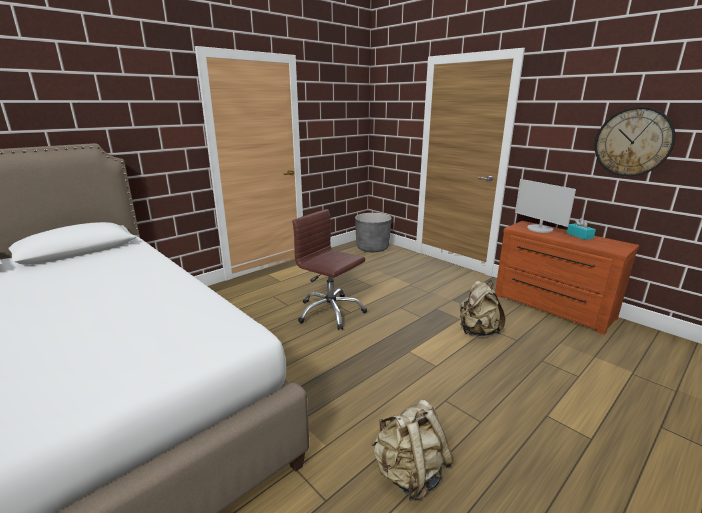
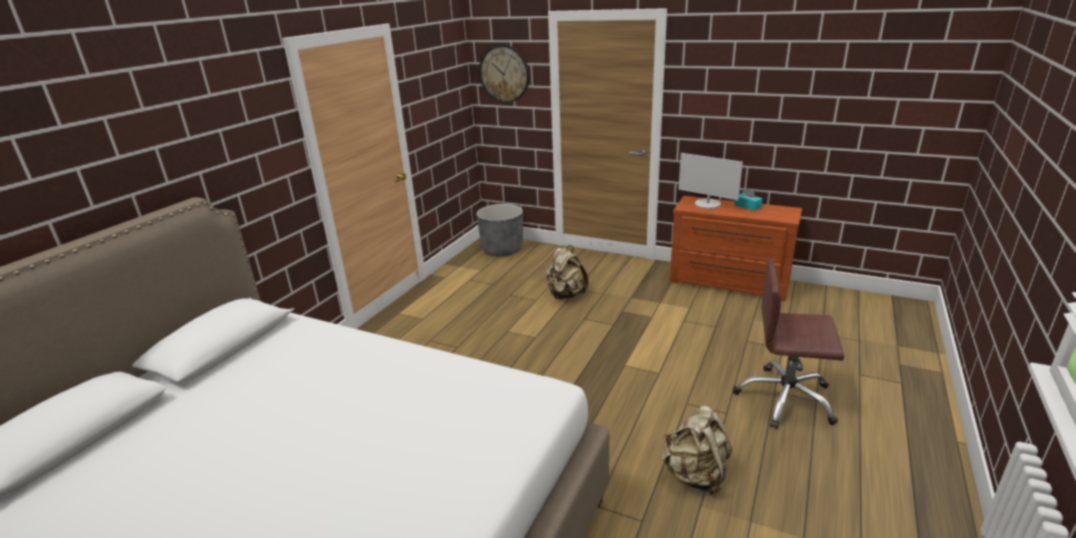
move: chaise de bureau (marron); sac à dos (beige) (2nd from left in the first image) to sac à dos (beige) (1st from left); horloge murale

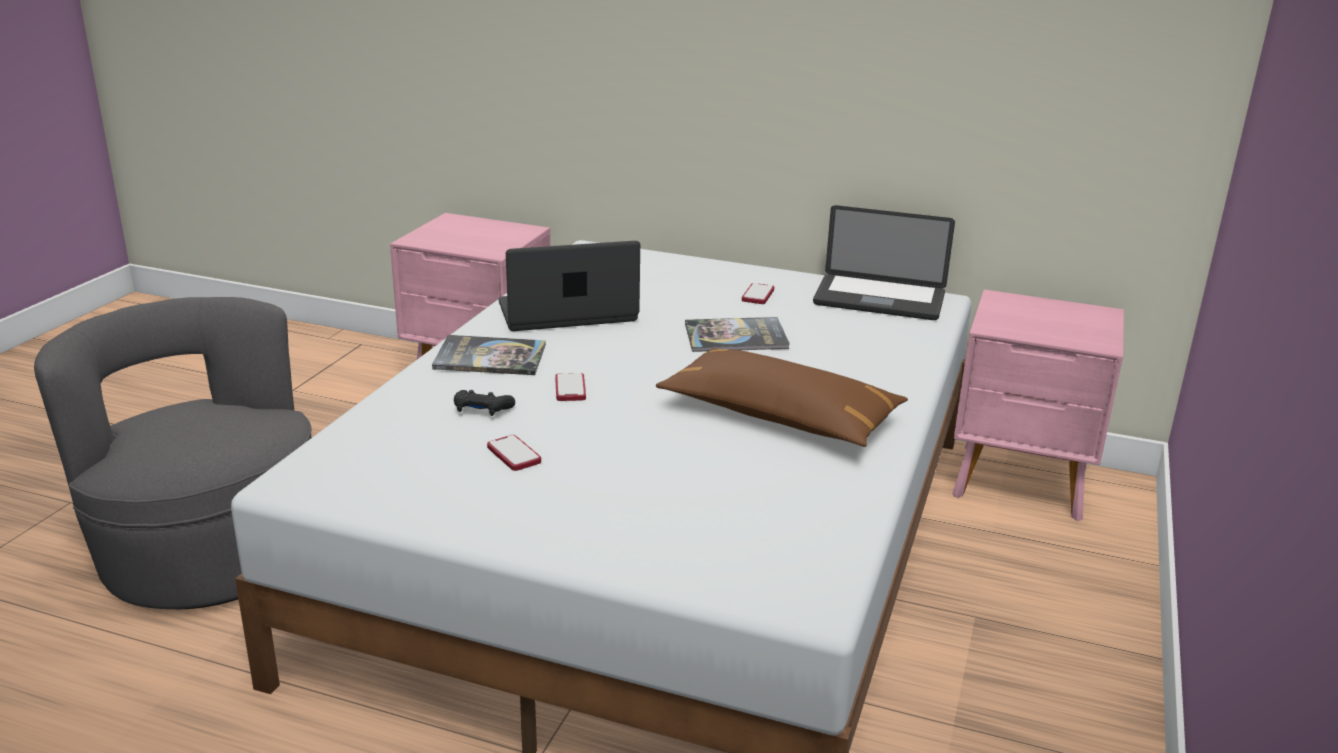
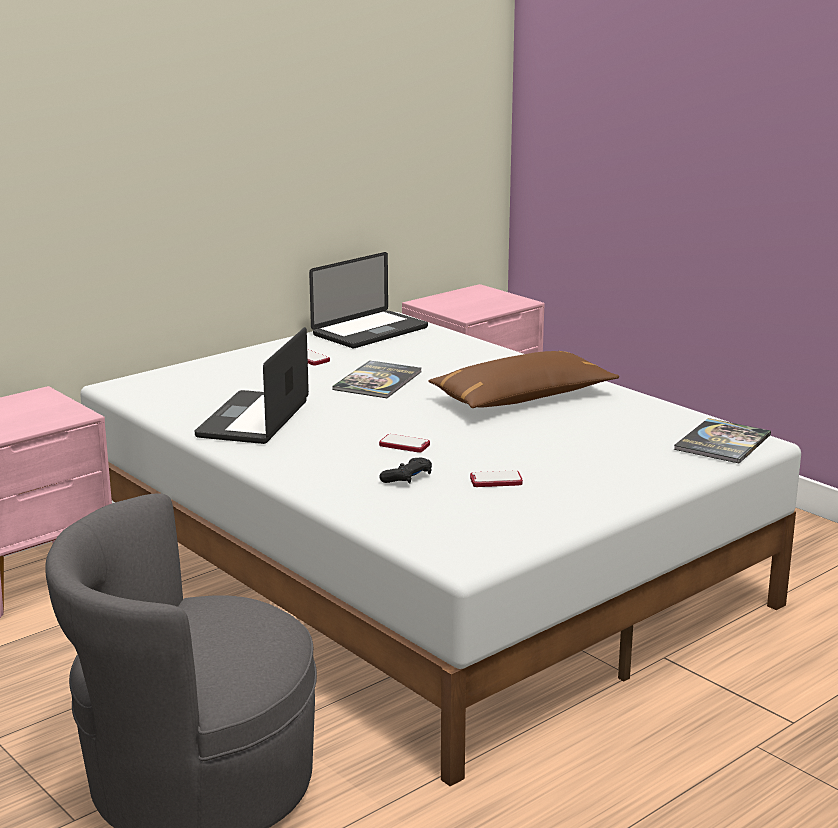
move: livre (1st from left in the first image) to livre (2nd from left)

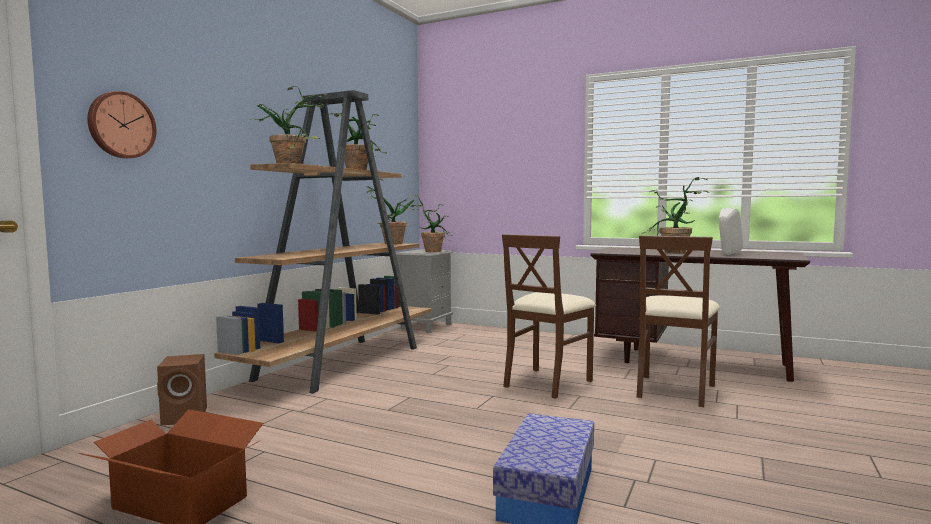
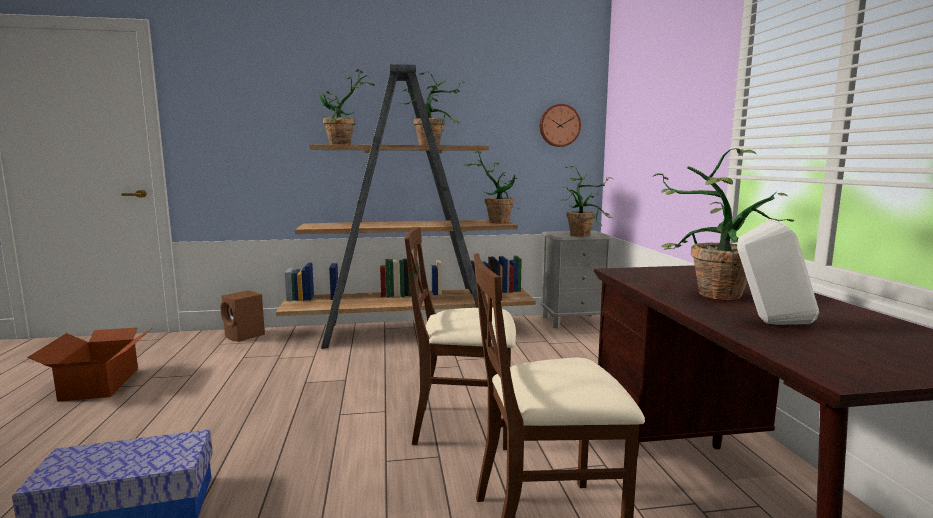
move: horloge murale

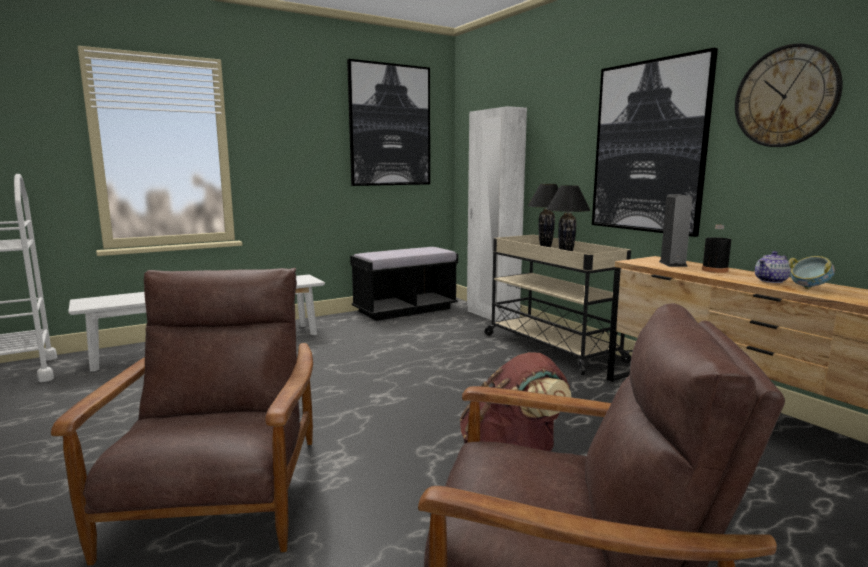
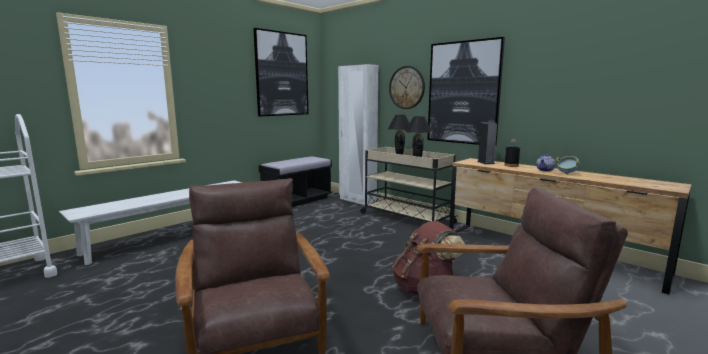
move: horloge murale

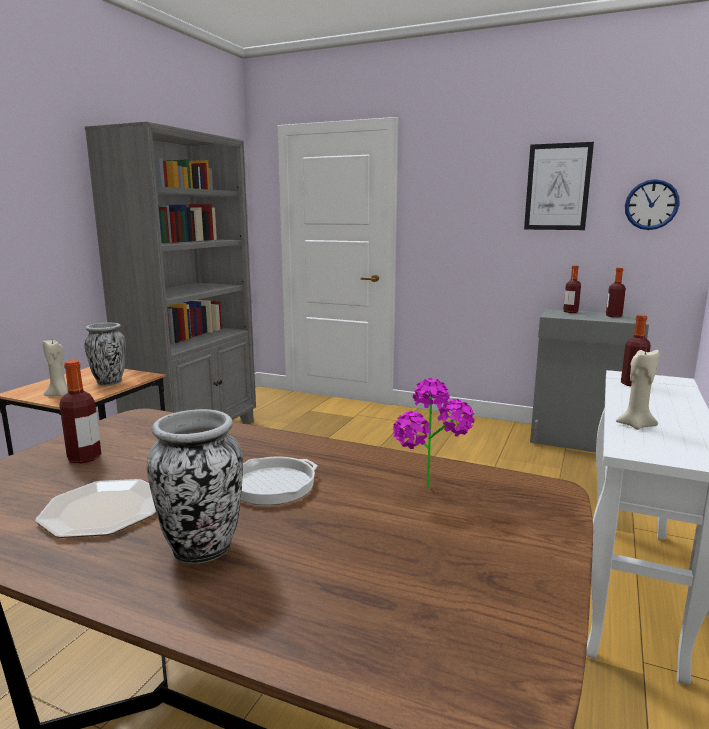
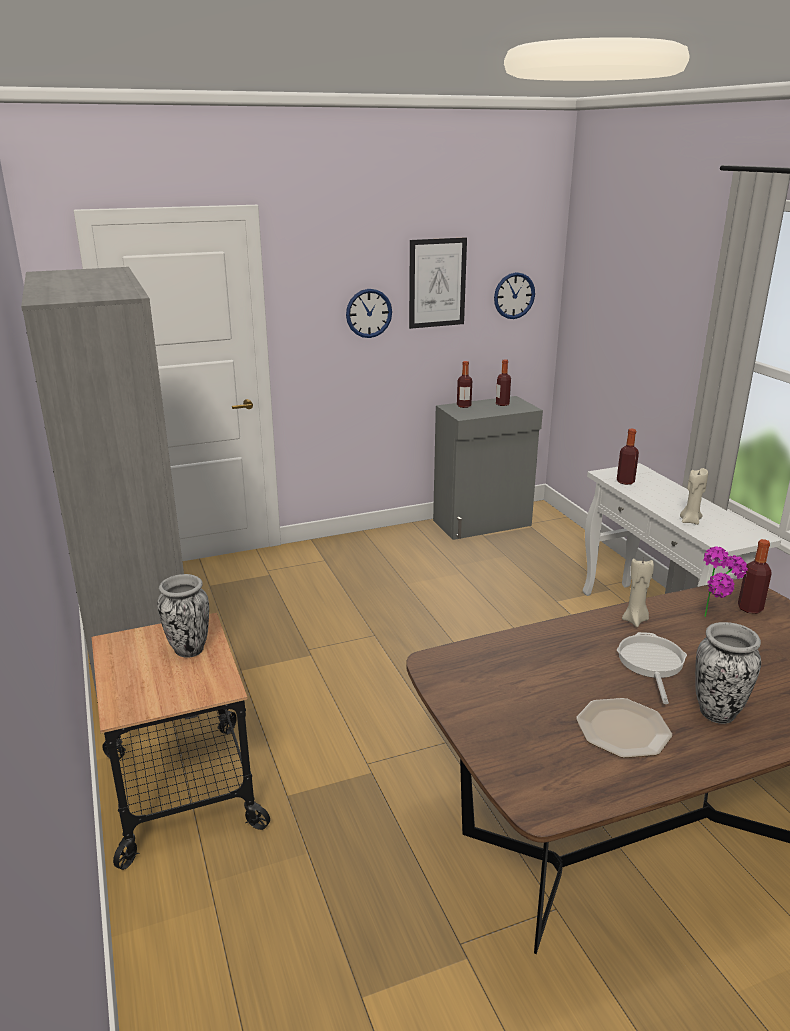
insert: horloge murale (1st from left)
move: bougie (beige) (1st from left); bouteille (1st from left in the first image) to bouteille (4th from left)

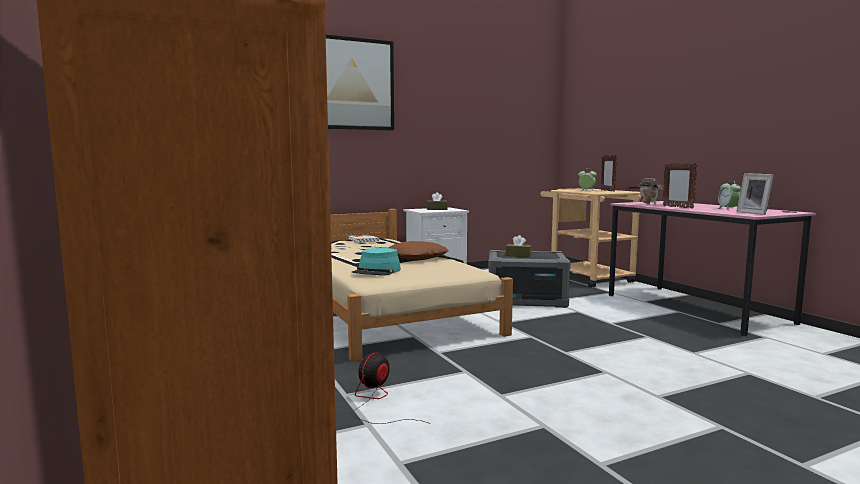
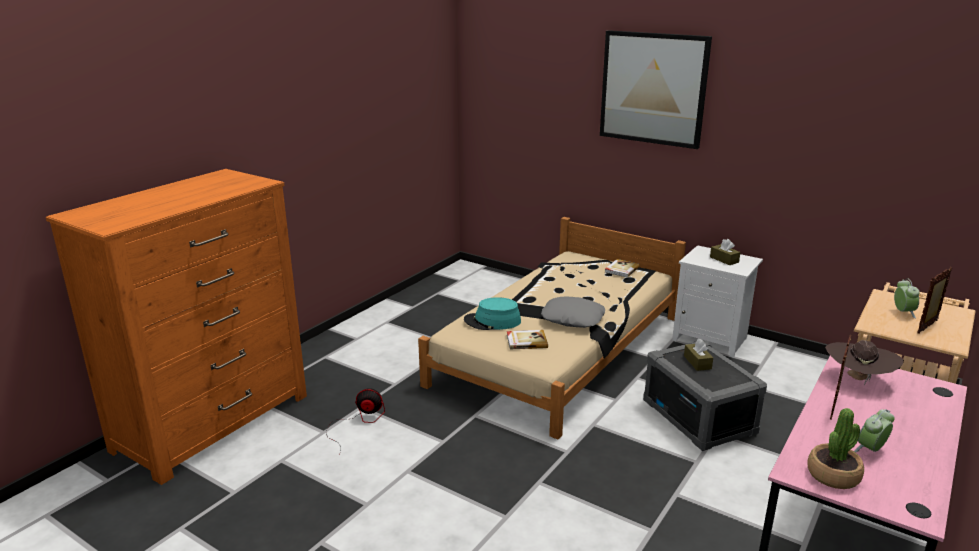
insert: livre (1st from left)
replace: cadre photo (3rd from left) to plante en pot
recolor: coussin (marron) to coussin (gris)

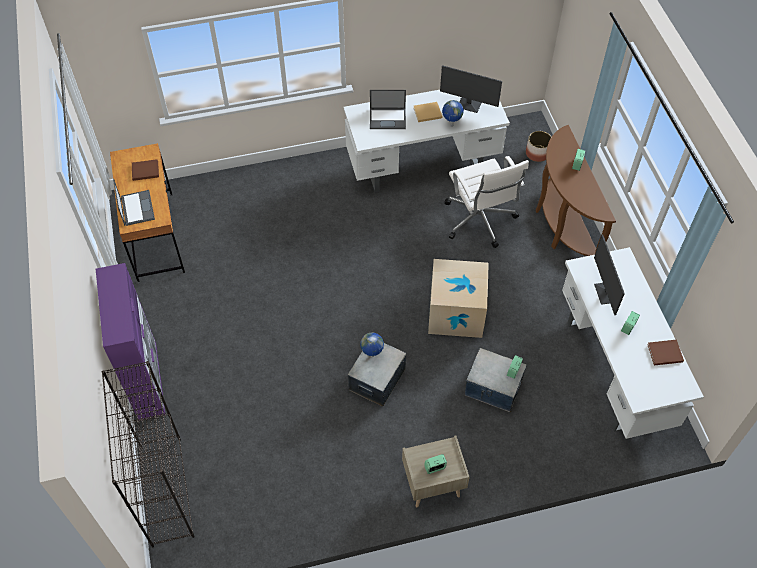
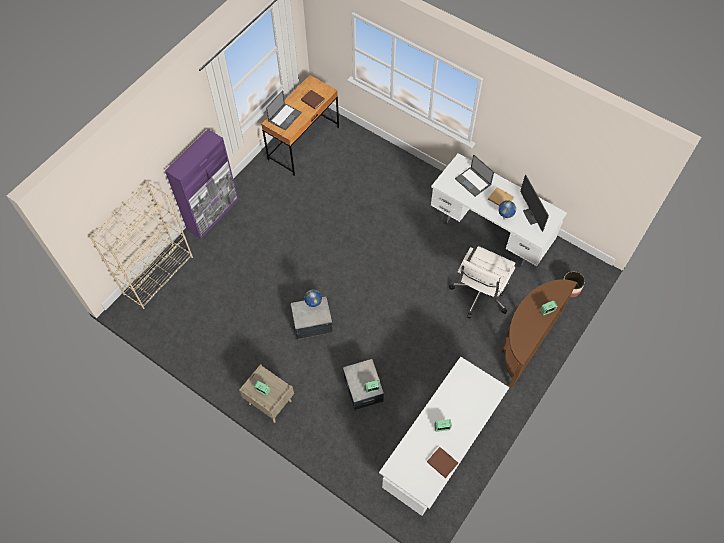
delete: carton; écran d'ordinateur (2nd from left)
recolor: bibliothèque (noir) to bibliothèque (beige)

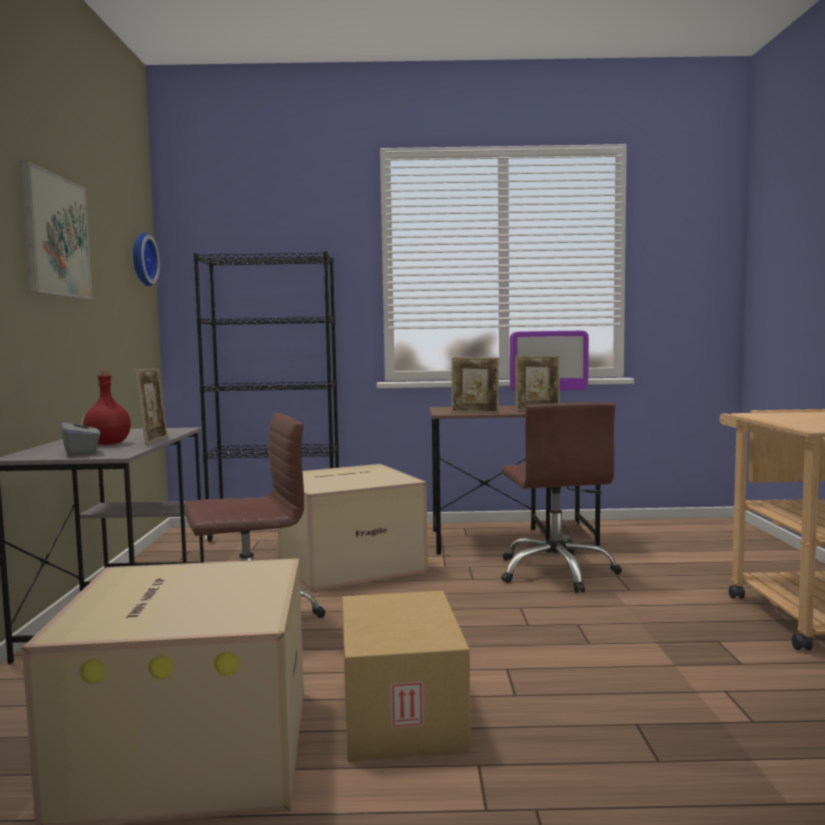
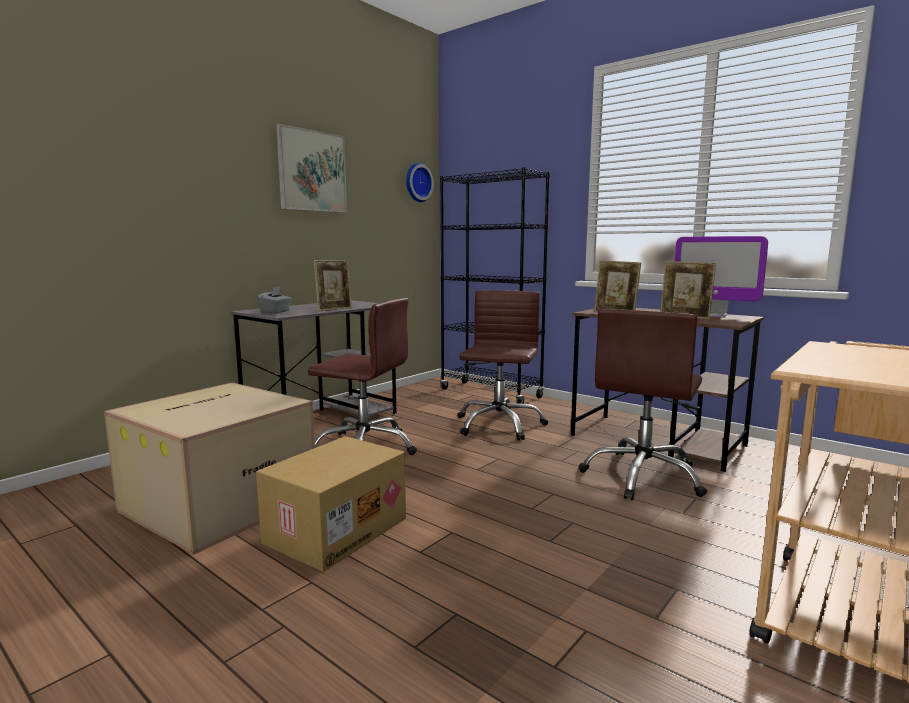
delete: bouteille (rouge)
replace: carton (2nd from left) to chaise de bureau (marron) (2nd from left)

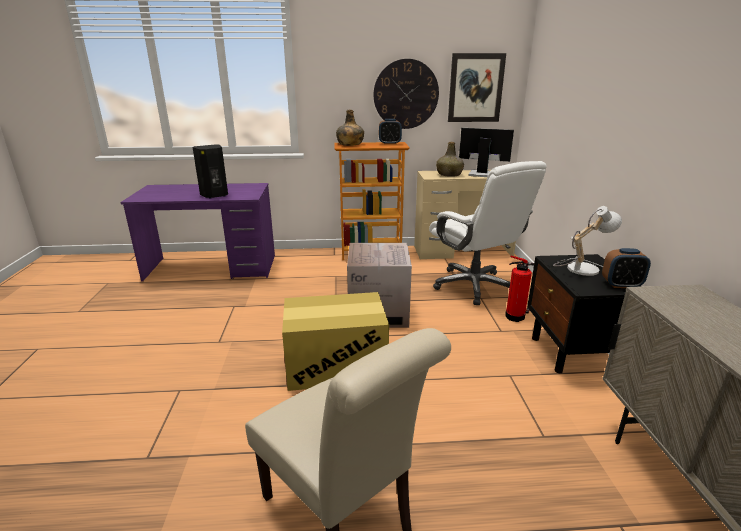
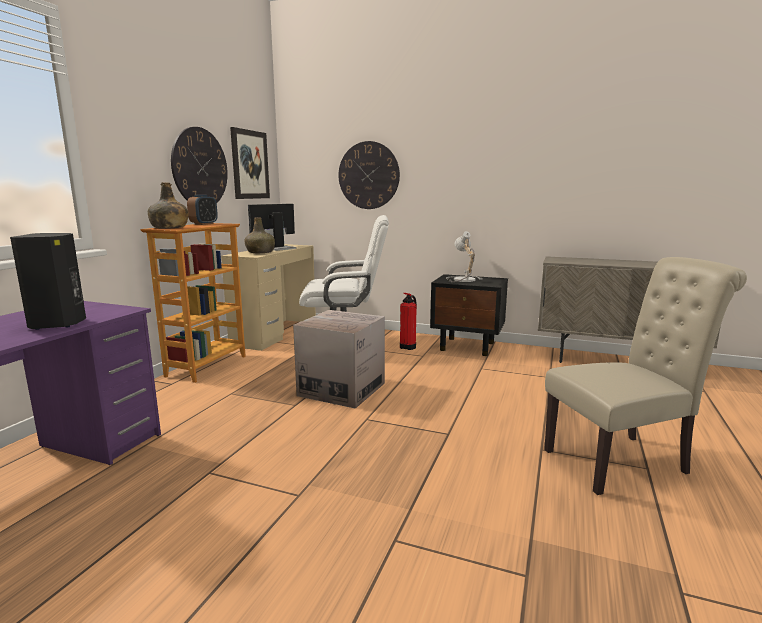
delete: carton (1st from left); réveil (2nd from left)
insert: horloge murale (2nd from left)

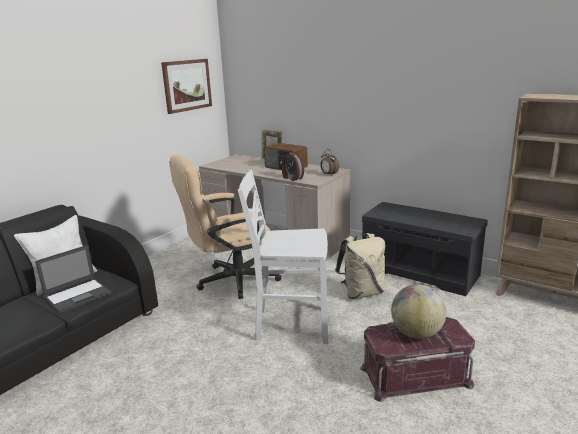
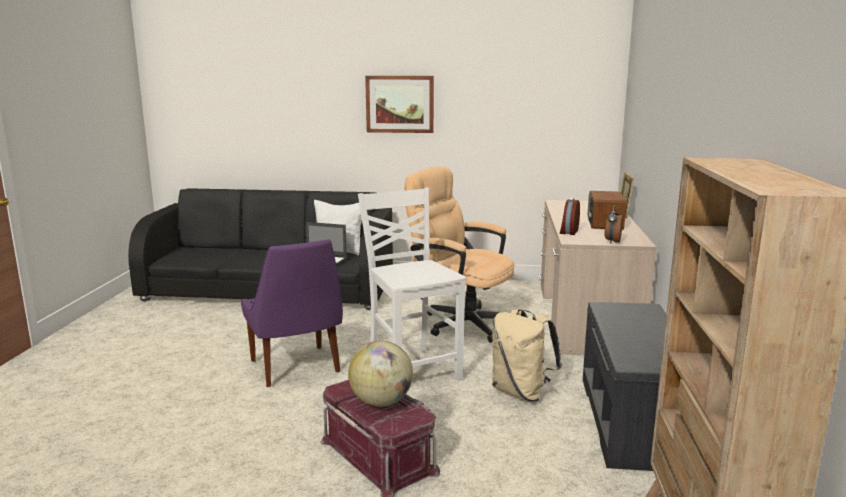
insert: chaise (violet)
move: tableau

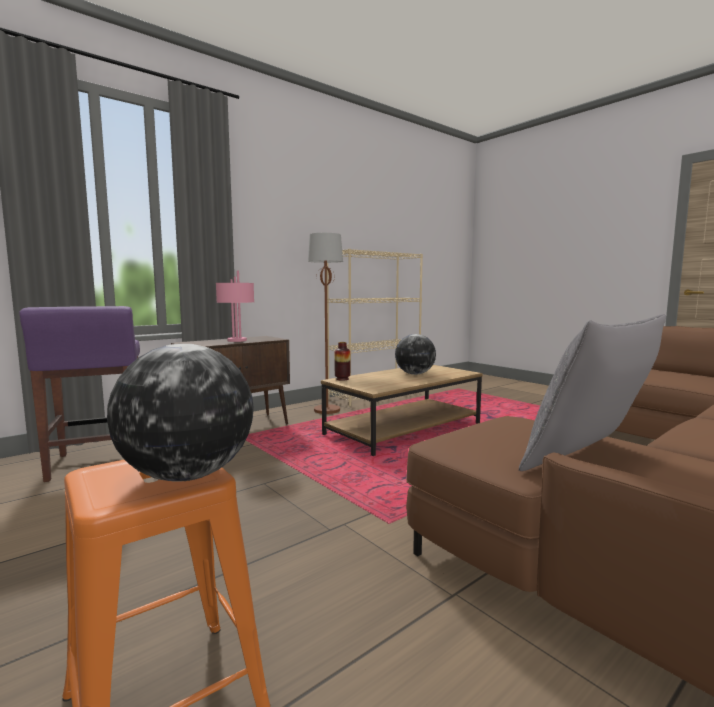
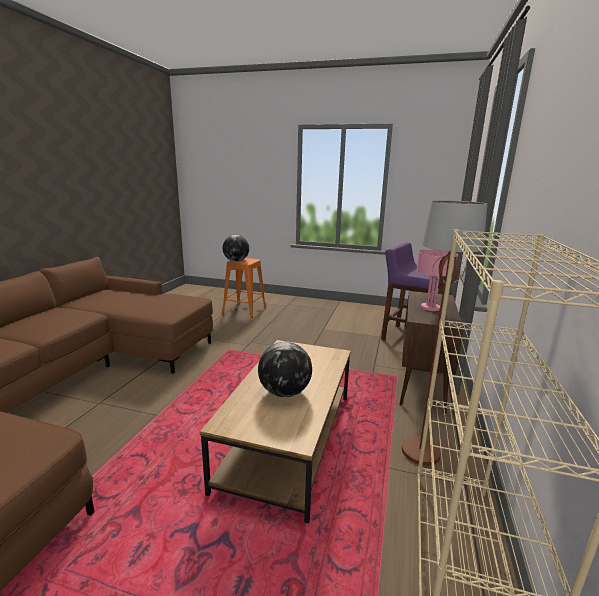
delete: vase; coussin (gris)

